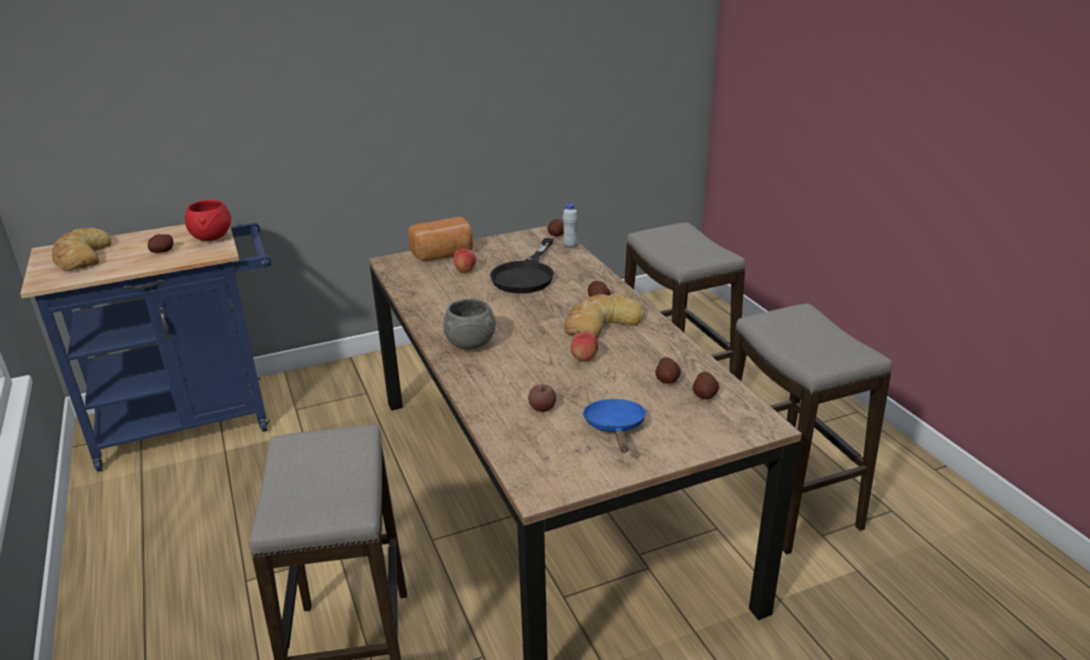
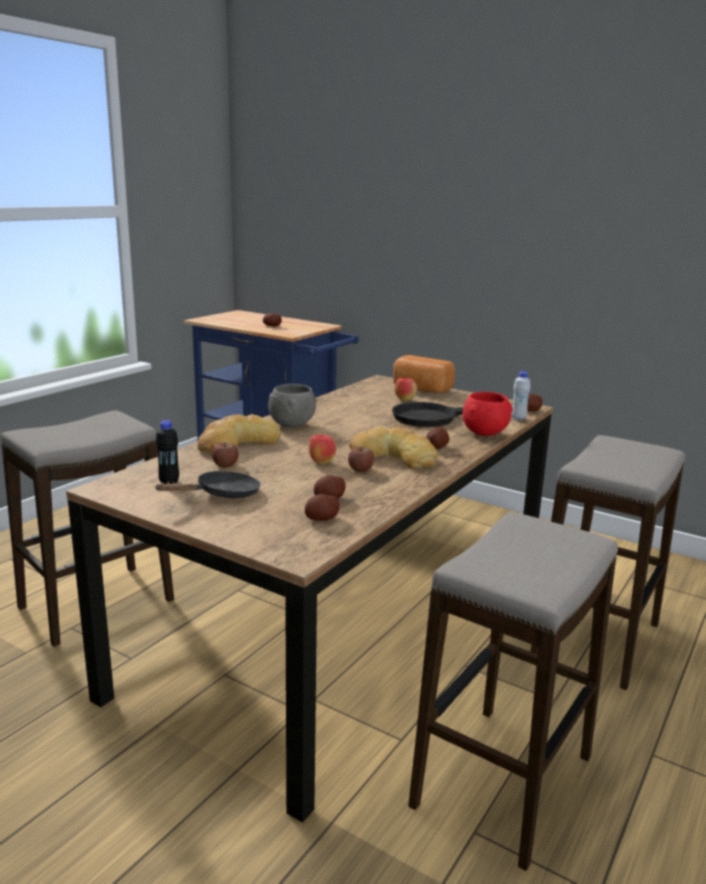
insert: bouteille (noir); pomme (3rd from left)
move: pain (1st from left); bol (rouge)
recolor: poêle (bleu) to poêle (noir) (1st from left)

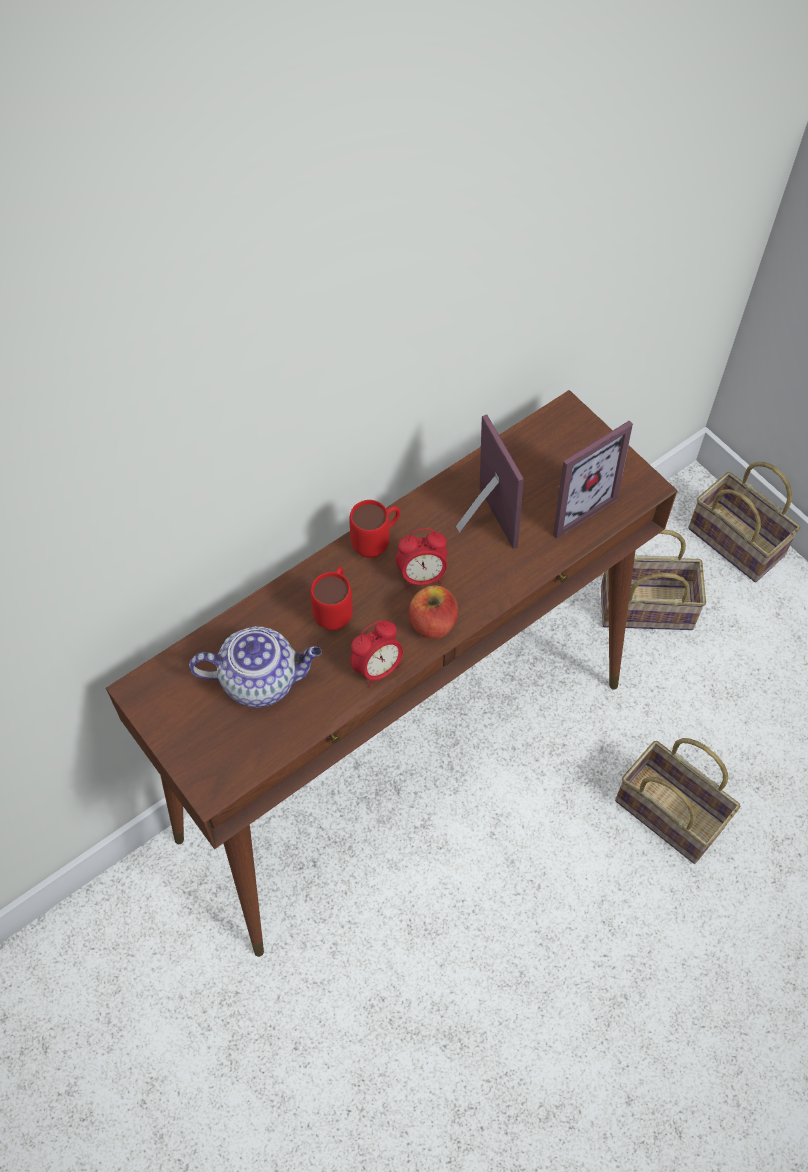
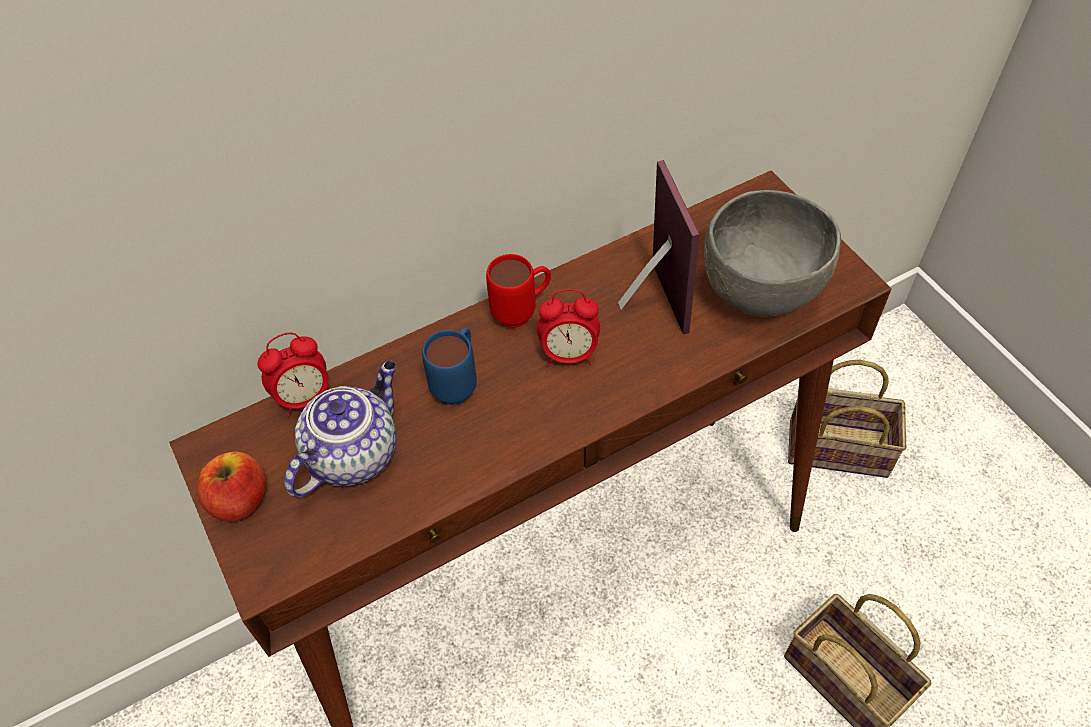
delete: panier (3rd from left)
move: réveil (1st from left); pomme
replace: cadre photo (2nd from left) to bol (gris)
recolor: mug (rouge) (1st from left) to mug (bleu)
rotate: théière 60 degrees counterclockwise

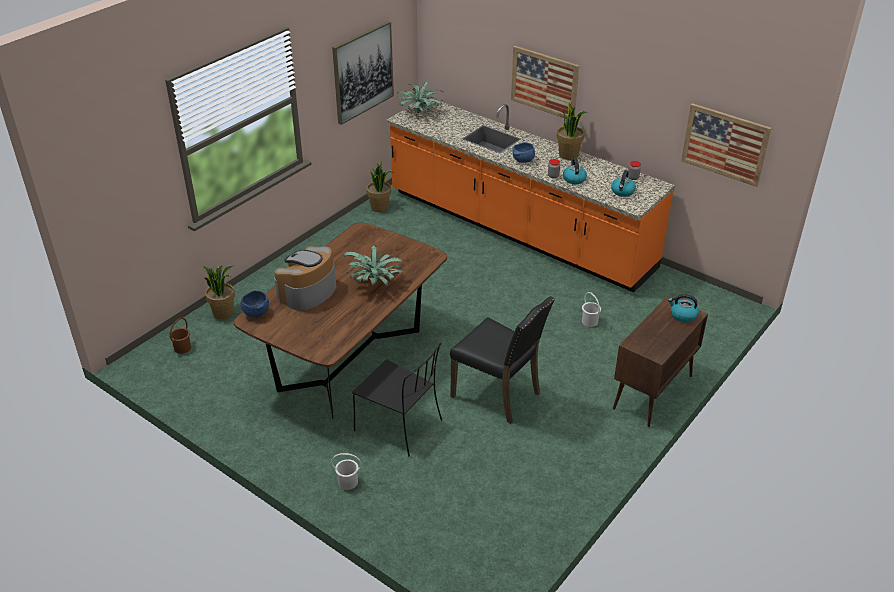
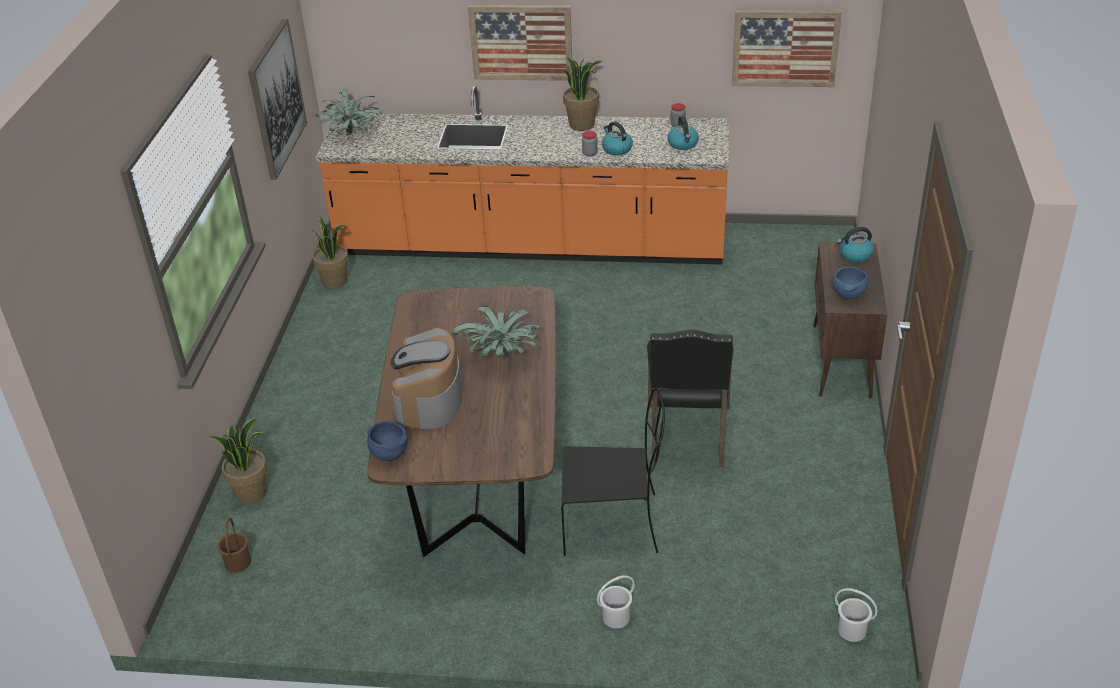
move: bol (bleu) (2nd from left); seau (blanc) (2nd from left)
rotate: chaise (noir) (2nd from left) 90 degrees clockwise

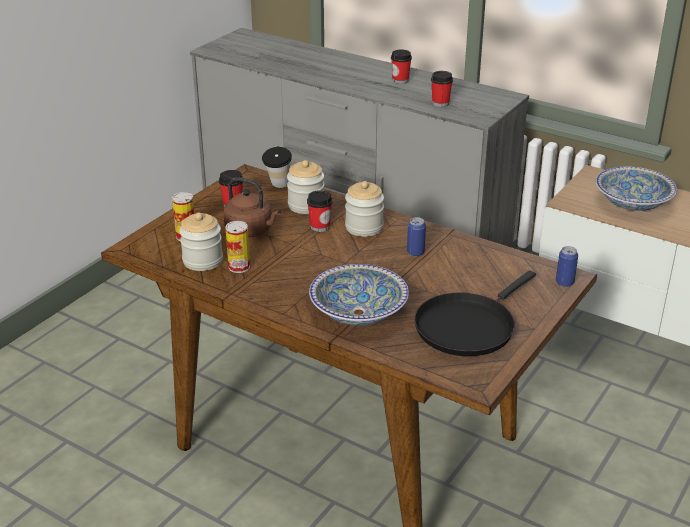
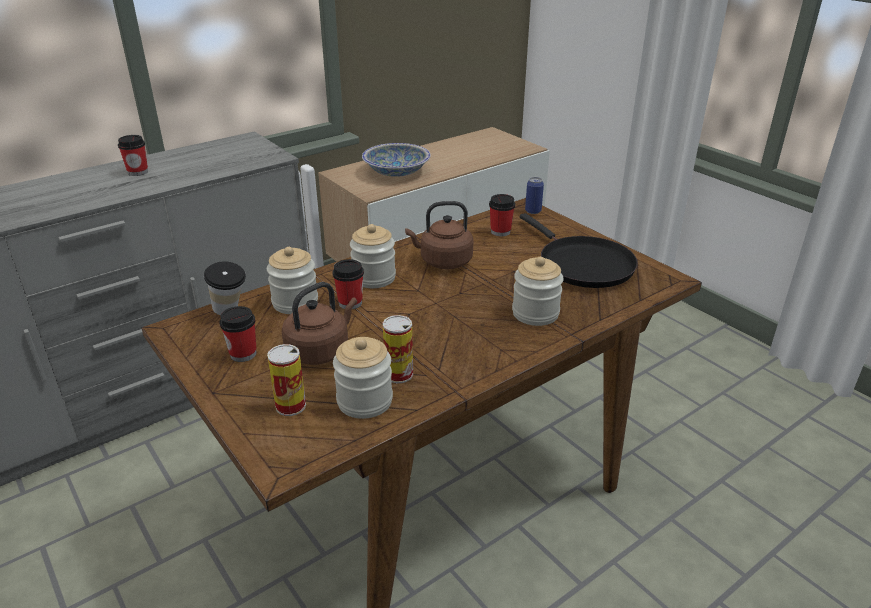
move: tasse (5th from left)
replace: bol (1st from left) to bocal (4th from left); boîte métallique (3rd from left) to bouilloire (marron) (2nd from left)

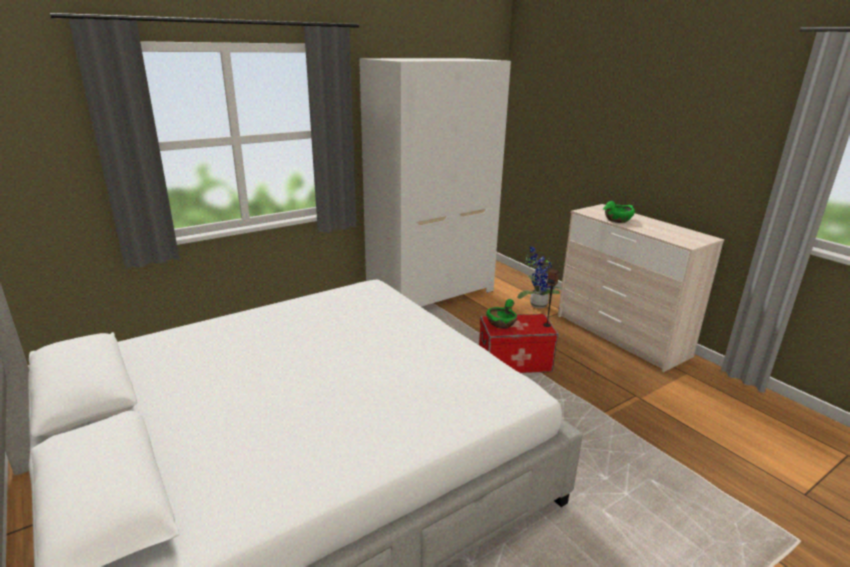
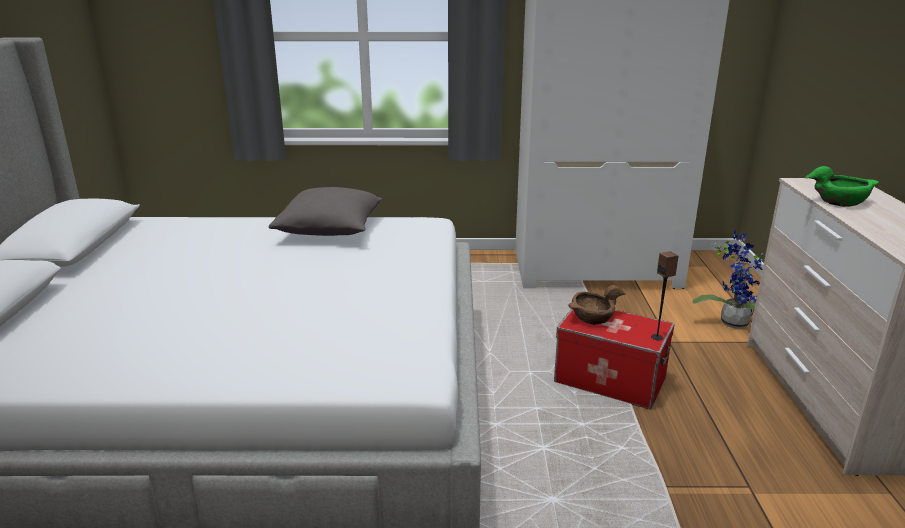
insert: coussin (gris)
recolor: bol (vert) (1st from left) to bol (marron)

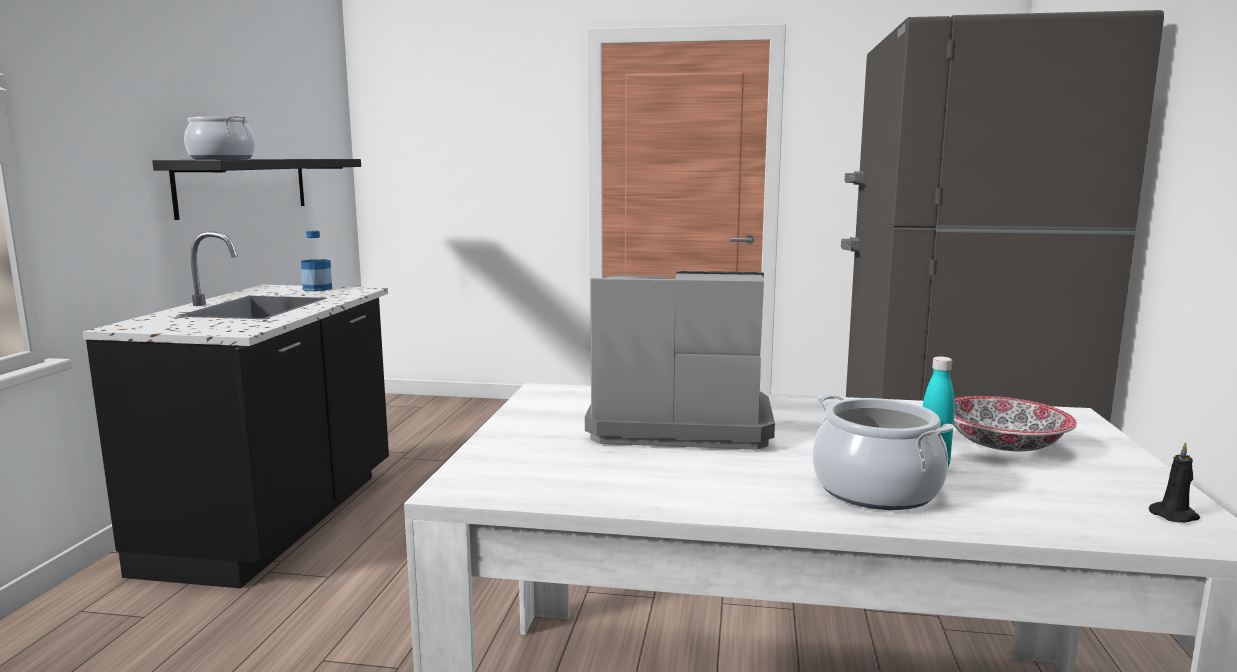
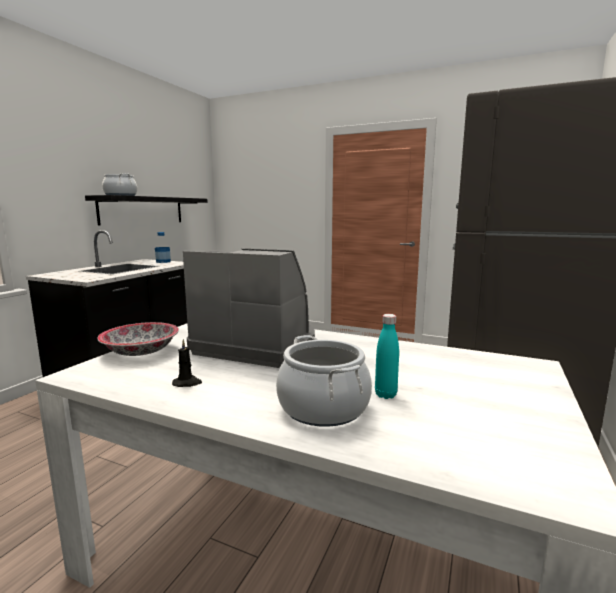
move: bol; bougie (noir)

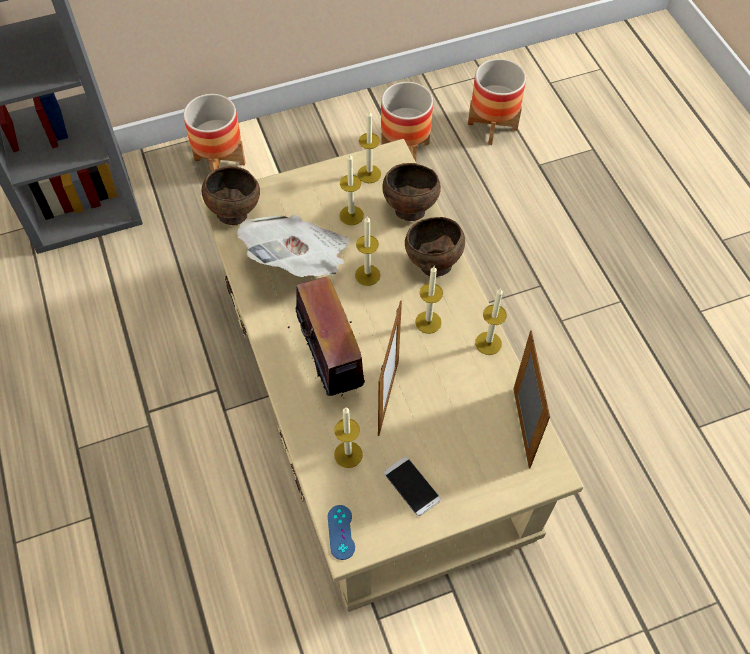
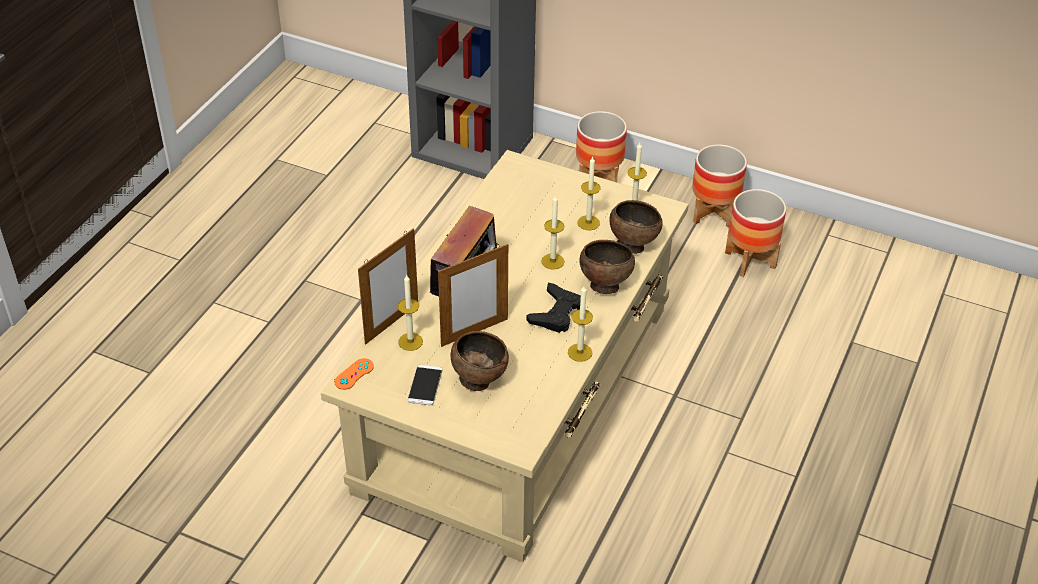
delete: journal
move: bol (marron) (1st from left); cache-pot (3rd from left in the first image) to cache-pot (2nd from left); cadre photo (2nd from left in the first image) to cadre photo (1st from left)
replace: bougie (5th from left) to manette (noir)
recolor: manette (bleu) to manette (orange)

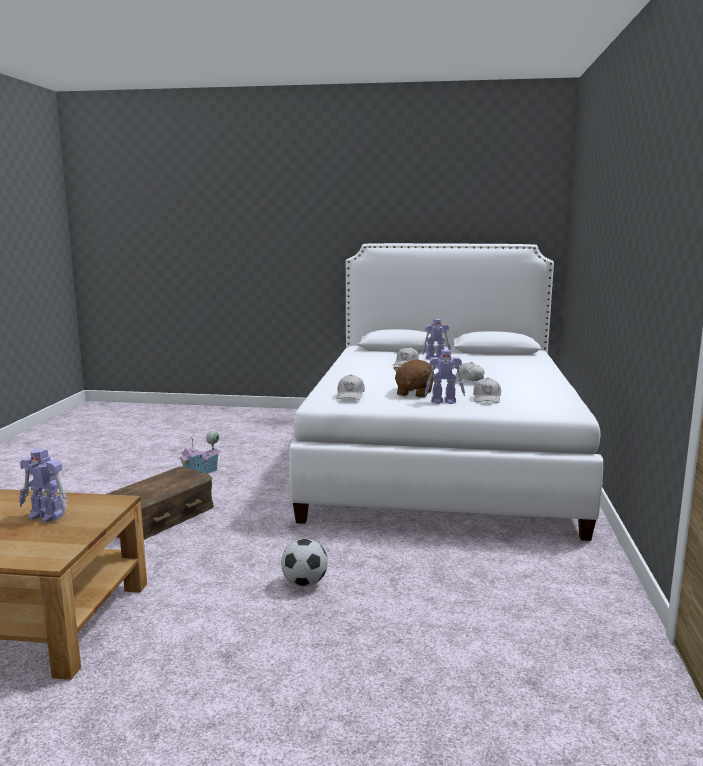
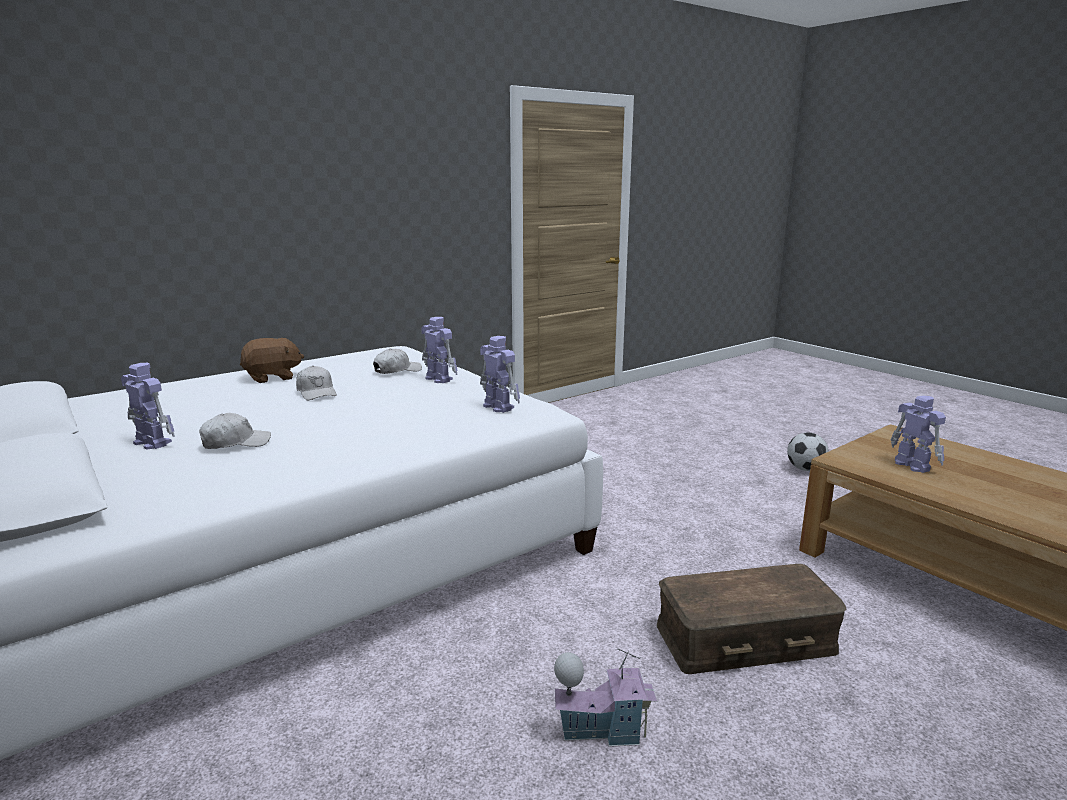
move: ballon de foot; peluche (marron)
replace: casquette (blanc) (1st from left) to robot jouet (3rd from left)

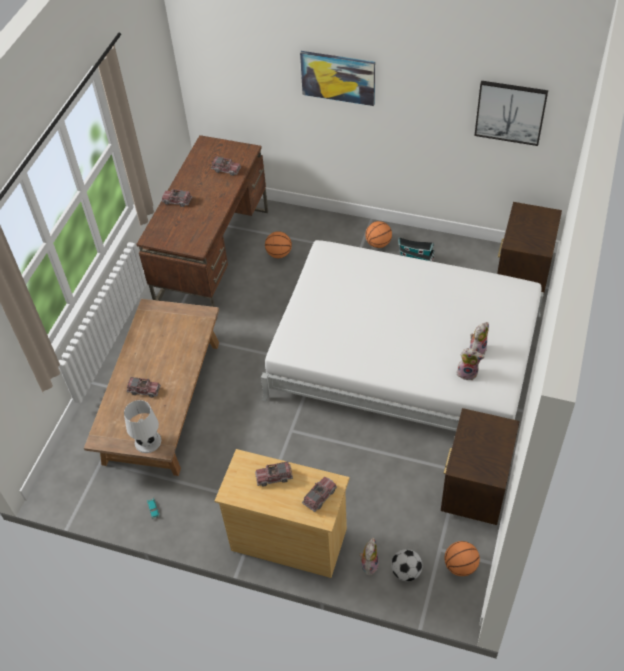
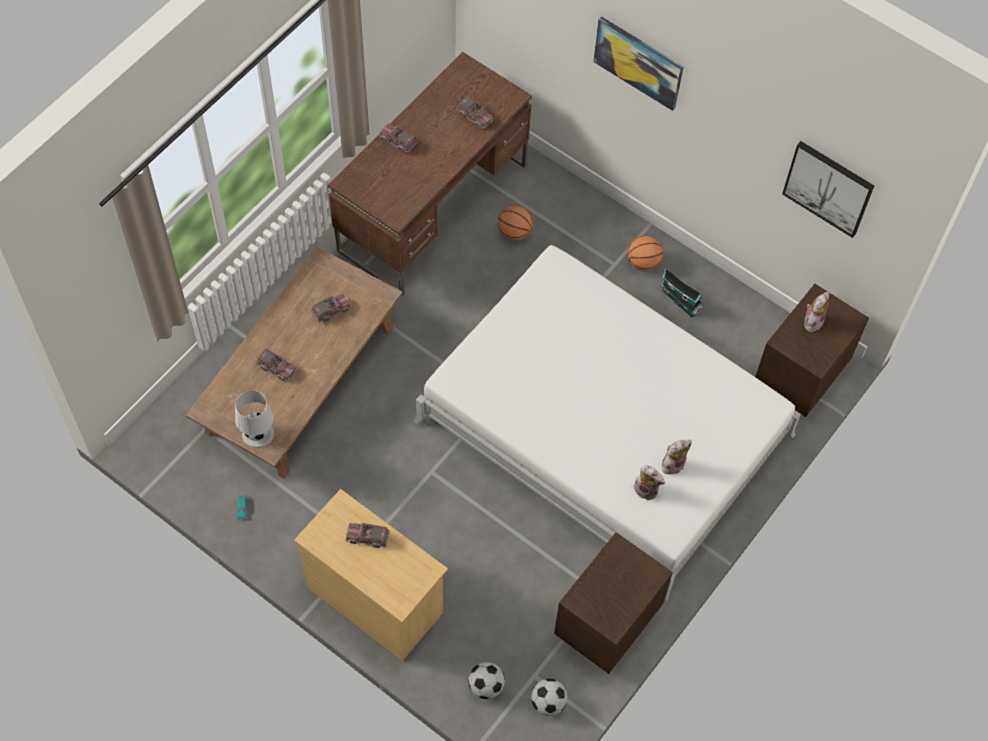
move: camion jouet (5th from left in the first image) to camion jouet (2nd from left); peluche (1st from left in the first image) to peluche (3rd from left)
replace: ballon de basket (3rd from left) to ballon de foot (2nd from left)

